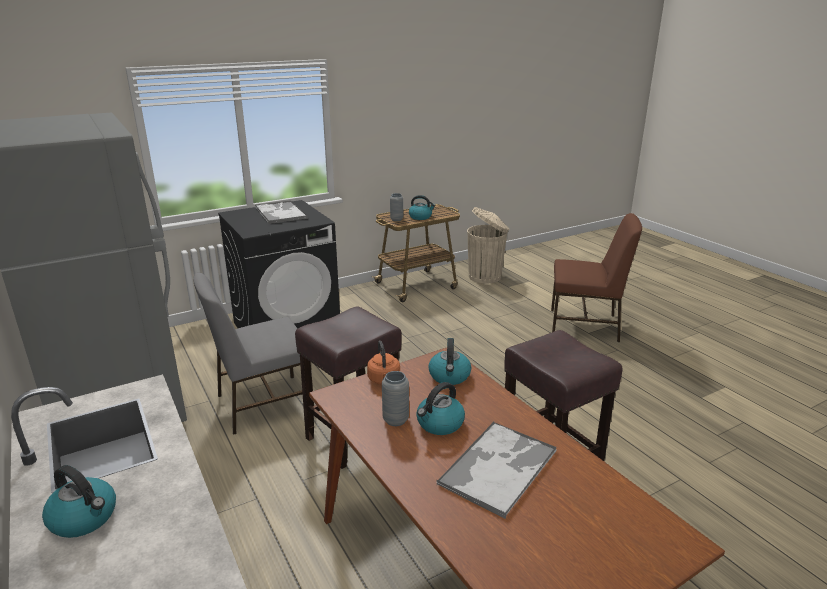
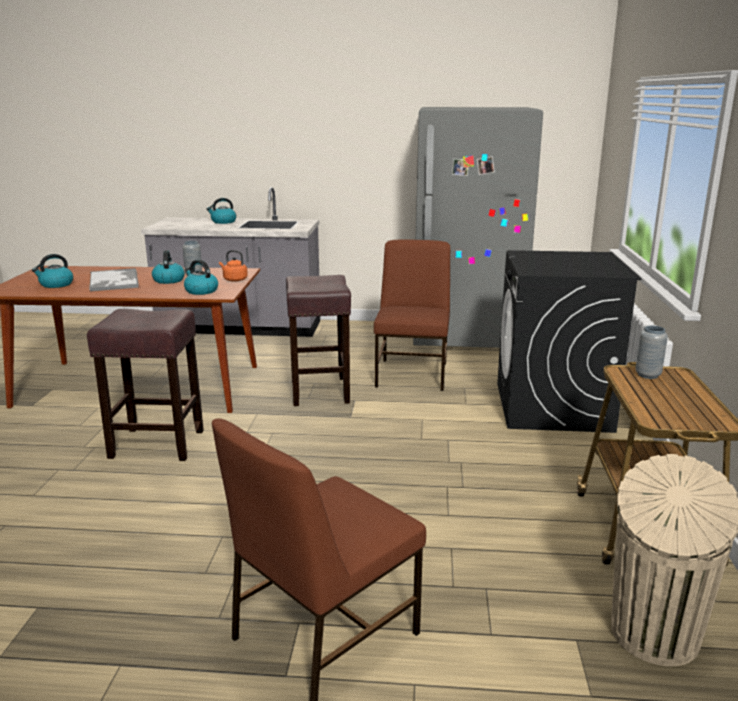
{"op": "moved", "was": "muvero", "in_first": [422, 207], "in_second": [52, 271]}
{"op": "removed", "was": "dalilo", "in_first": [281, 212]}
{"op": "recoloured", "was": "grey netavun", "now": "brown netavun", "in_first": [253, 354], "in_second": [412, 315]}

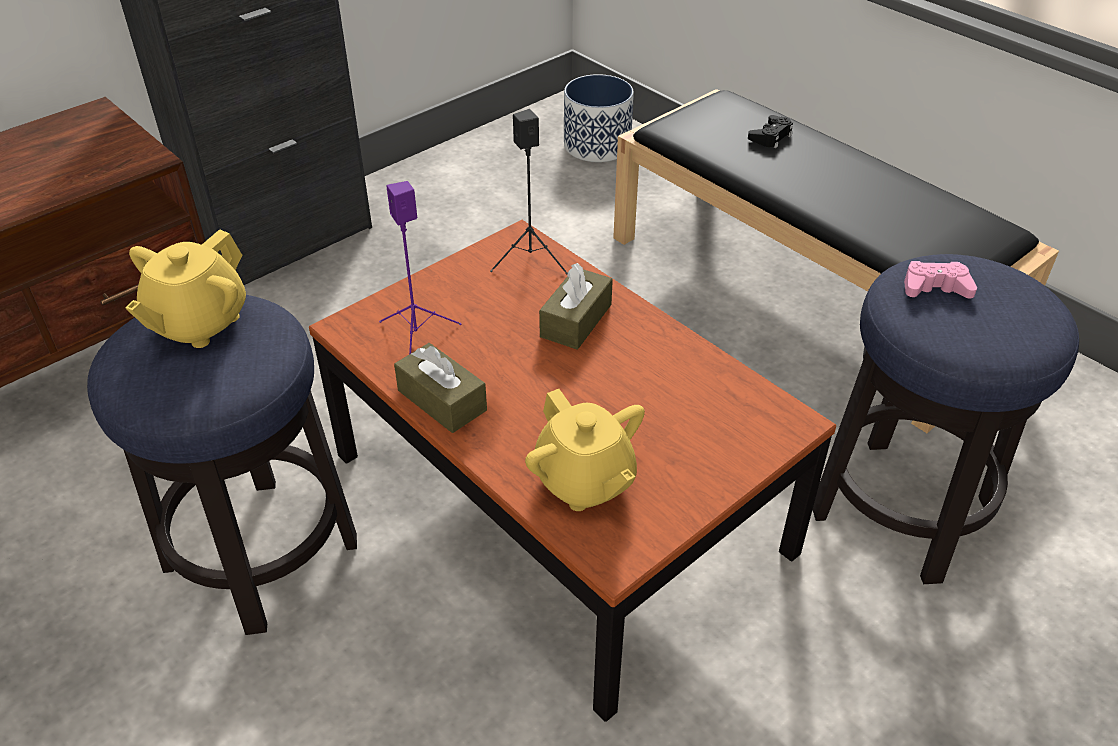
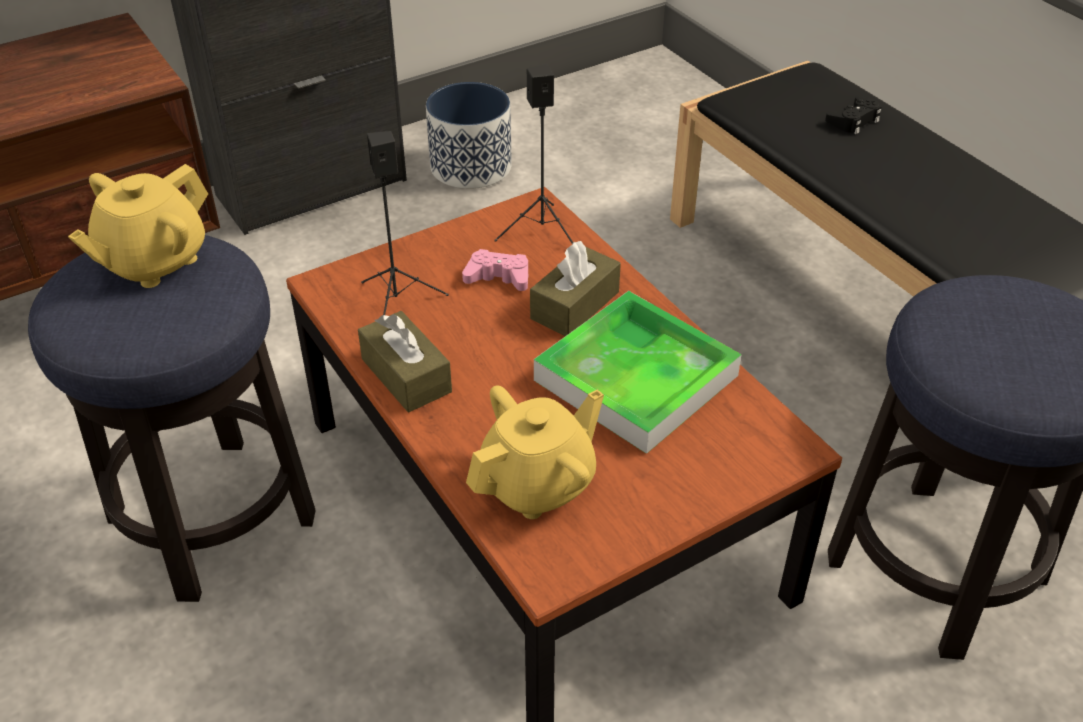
{"op": "moved", "was": "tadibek", "in_first": [599, 118], "in_second": [468, 135]}
{"op": "recoloured", "was": "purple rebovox", "now": "black rebovox", "in_first": [420, 267], "in_second": [405, 223]}
{"op": "moved", "was": "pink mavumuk", "in_first": [940, 279], "in_second": [495, 270]}
{"op": "turned", "was": "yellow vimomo", "in_first": [585, 450], "in_second": [535, 452], "clockwise": -105}
{"op": "added", "now": "dalilo", "in_second": [638, 372]}

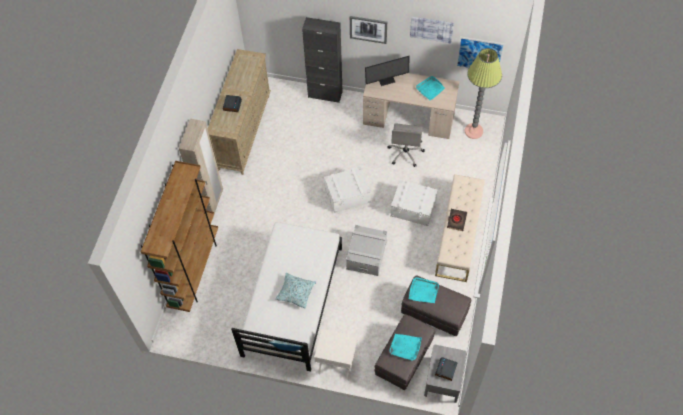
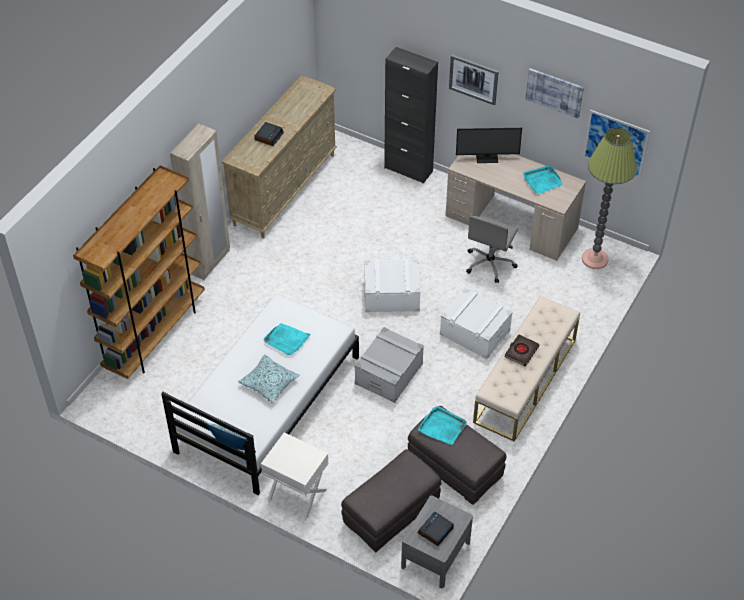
{"op": "moved", "was": "turquoise dalilo", "in_first": [405, 347], "in_second": [287, 339]}

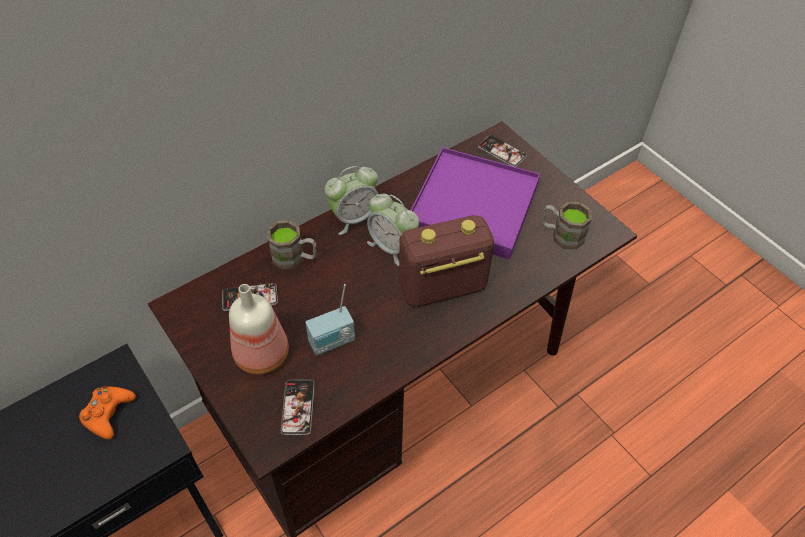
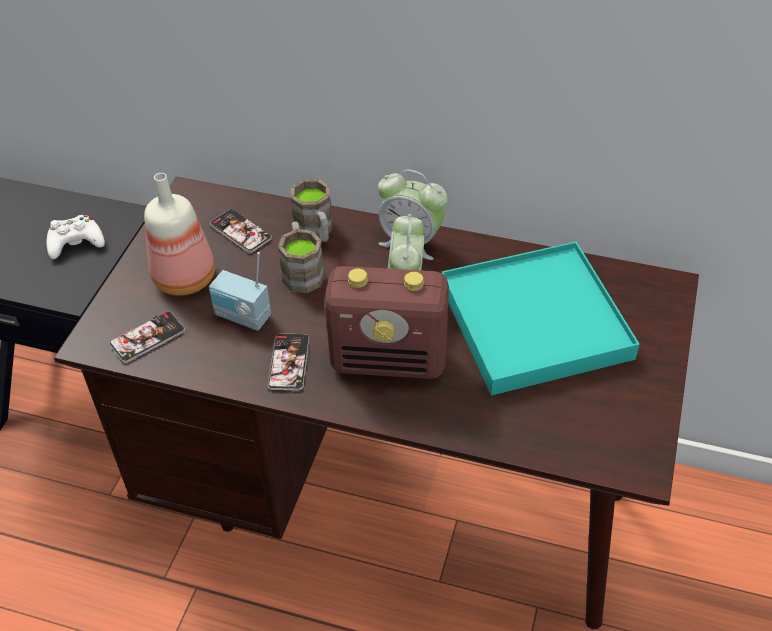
{"op": "moved", "was": "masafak", "in_first": [502, 151], "in_second": [288, 362]}
{"op": "recoloured", "was": "purple dalilo", "now": "turquoise dalilo", "in_first": [475, 203], "in_second": [540, 318]}
{"op": "moved", "was": "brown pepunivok", "in_first": [567, 225], "in_second": [301, 258]}
{"op": "turned", "was": "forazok", "in_first": [446, 261], "in_second": [386, 322], "clockwise": 150}
{"op": "recoloured", "was": "orange mavumuk", "now": "white mavumuk", "in_first": [107, 413], "in_second": [75, 237]}

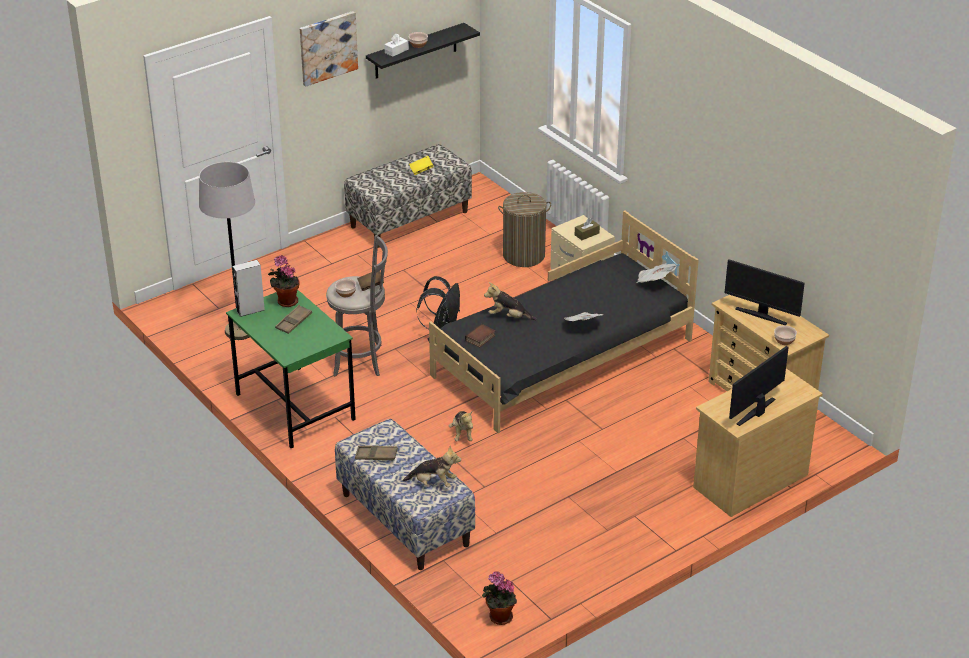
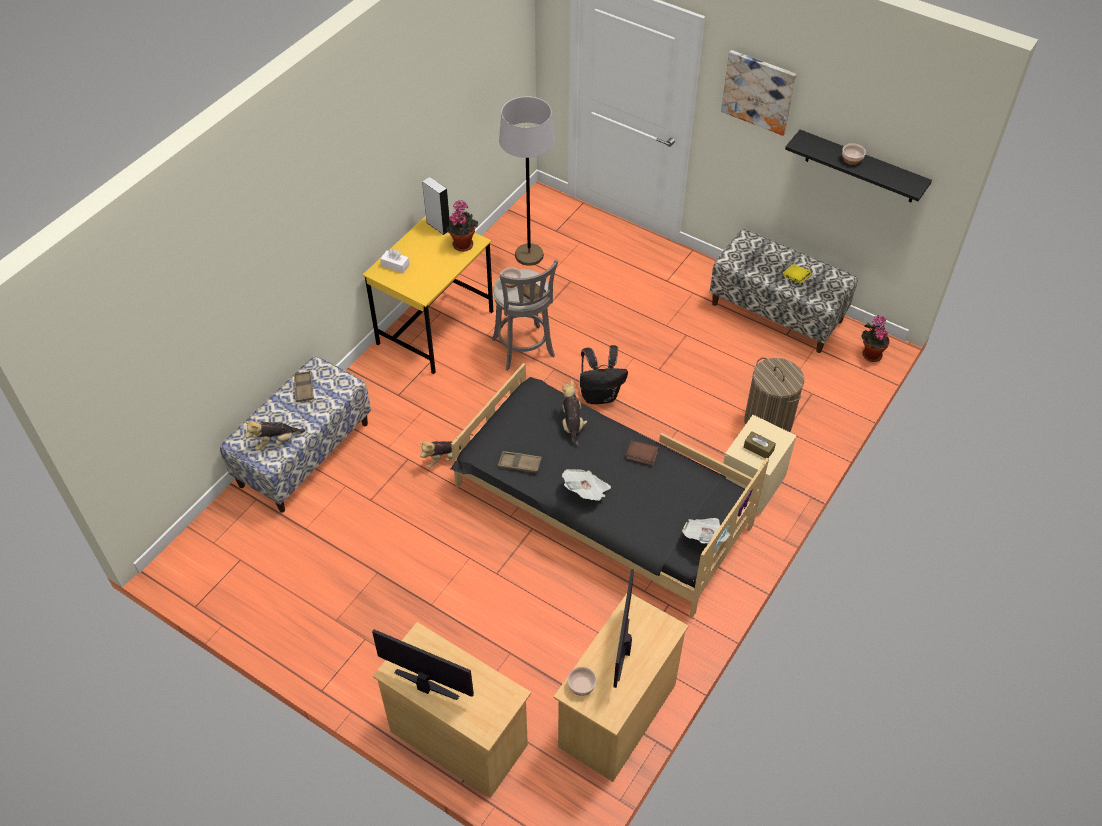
{"op": "moved", "was": "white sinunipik", "in_first": [396, 45], "in_second": [394, 261]}
{"op": "recoloured", "was": "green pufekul", "now": "yellow pufekul", "in_first": [291, 369], "in_second": [428, 295]}
{"op": "moved", "was": "brown dalilo", "in_first": [293, 319], "in_second": [520, 462]}
{"op": "moved", "was": "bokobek", "in_first": [480, 335], "in_second": [642, 453]}
{"op": "turned", "was": "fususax", "in_first": [432, 466], "in_second": [274, 435], "clockwise": 75}
{"op": "moved", "was": "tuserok", "in_first": [499, 598], "in_second": [875, 338]}

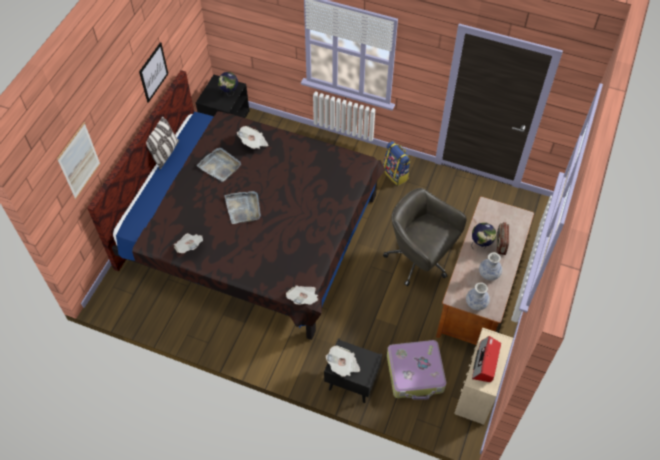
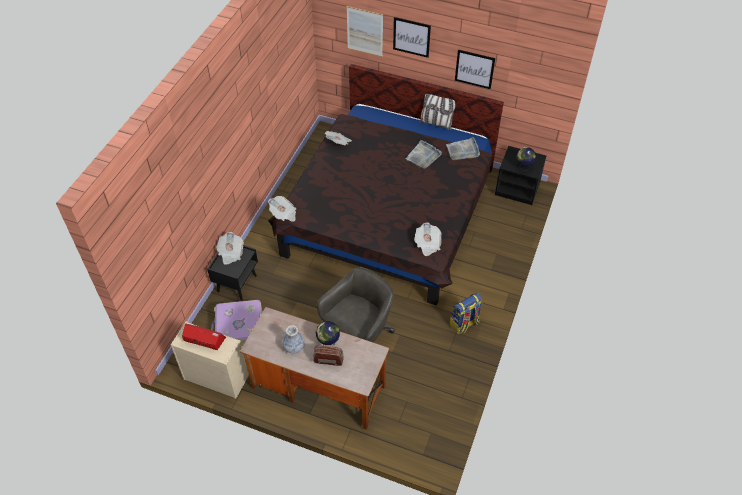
{"op": "moved", "was": "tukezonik", "in_first": [252, 137], "in_second": [427, 239]}
{"op": "moved", "was": "grey dalilo", "in_first": [242, 207], "in_second": [463, 148]}
{"op": "removed", "was": "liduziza", "in_first": [478, 296]}
{"op": "added", "now": "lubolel", "in_second": [412, 37]}

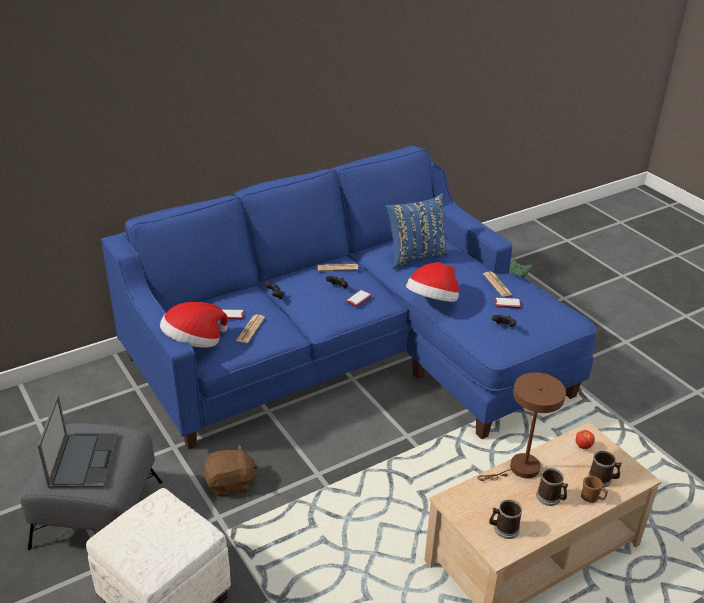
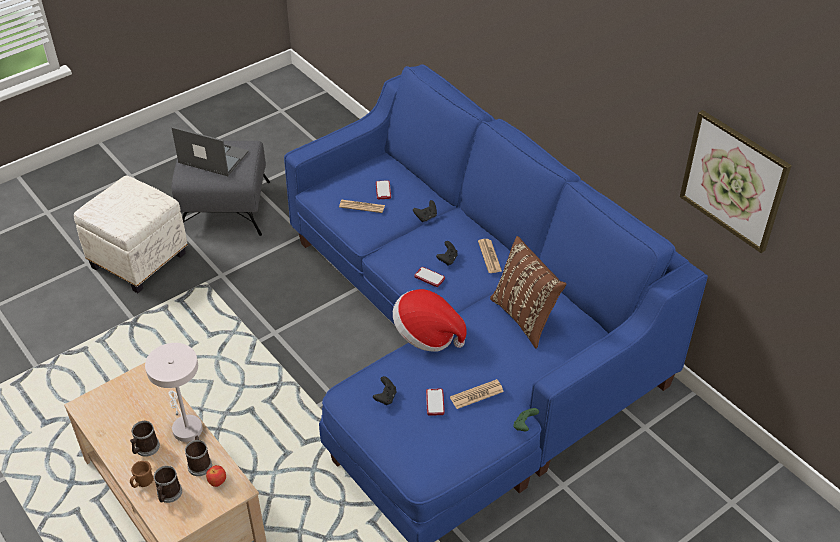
{"op": "recoloured", "was": "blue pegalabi", "now": "brown pegalabi", "in_first": [417, 231], "in_second": [528, 292]}
{"op": "removed", "was": "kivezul", "in_first": [194, 325]}
{"op": "recoloured", "was": "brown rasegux", "now": "white rasegux", "in_first": [521, 426], "in_second": [174, 392]}
{"op": "turned", "was": "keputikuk", "in_first": [78, 441], "in_second": [210, 151], "clockwise": -150}
{"op": "removed", "was": "brown fususax", "in_first": [231, 471]}
{"op": "moved", "was": "pepunivok", "in_first": [505, 519], "in_second": [198, 456]}
{"op": "added", "now": "lubolel", "in_second": [736, 181]}

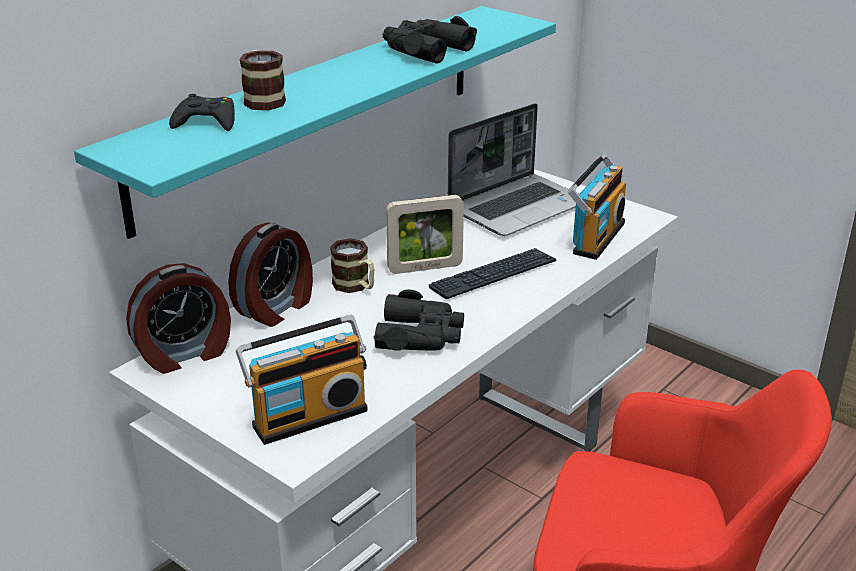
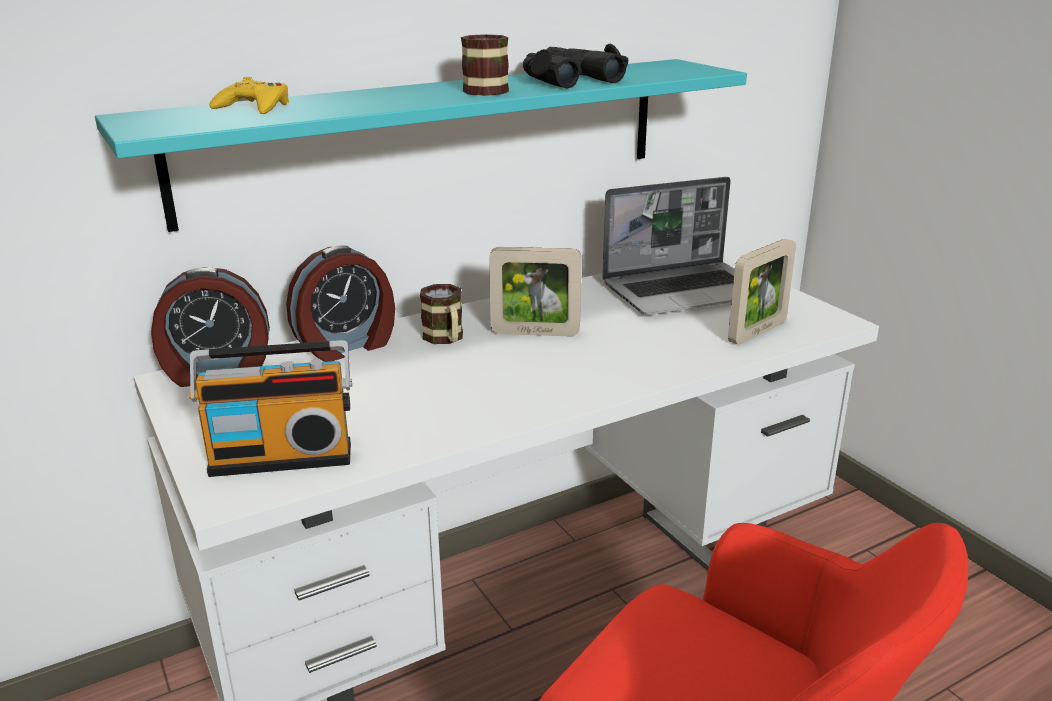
{"op": "moved", "was": "pepunivok", "in_first": [263, 80], "in_second": [485, 65]}
{"op": "recoloured", "was": "black mavumuk", "now": "yellow mavumuk", "in_first": [202, 112], "in_second": [249, 95]}
{"op": "replaced", "was": "forazok", "now": "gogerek", "in_first": [597, 206], "in_second": [762, 292]}
{"op": "removed", "was": "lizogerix", "in_first": [492, 273]}
{"op": "removed", "was": "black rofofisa", "in_first": [419, 320]}

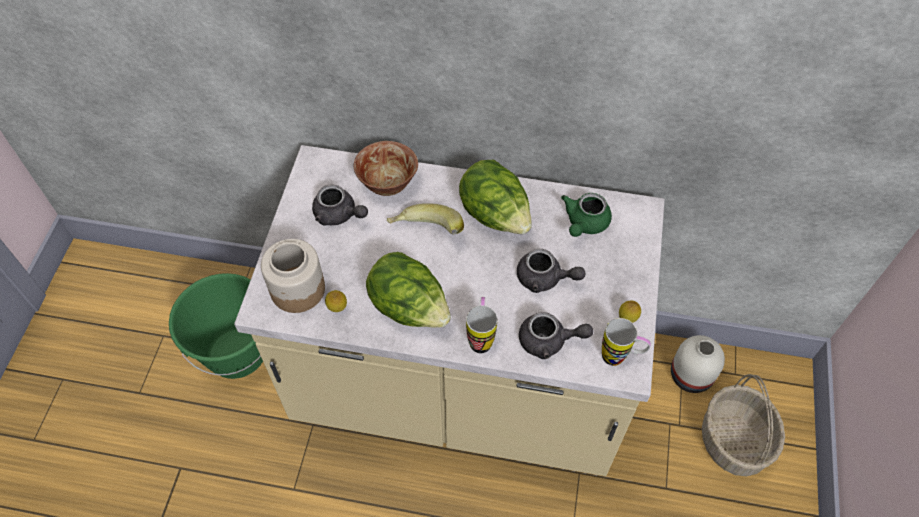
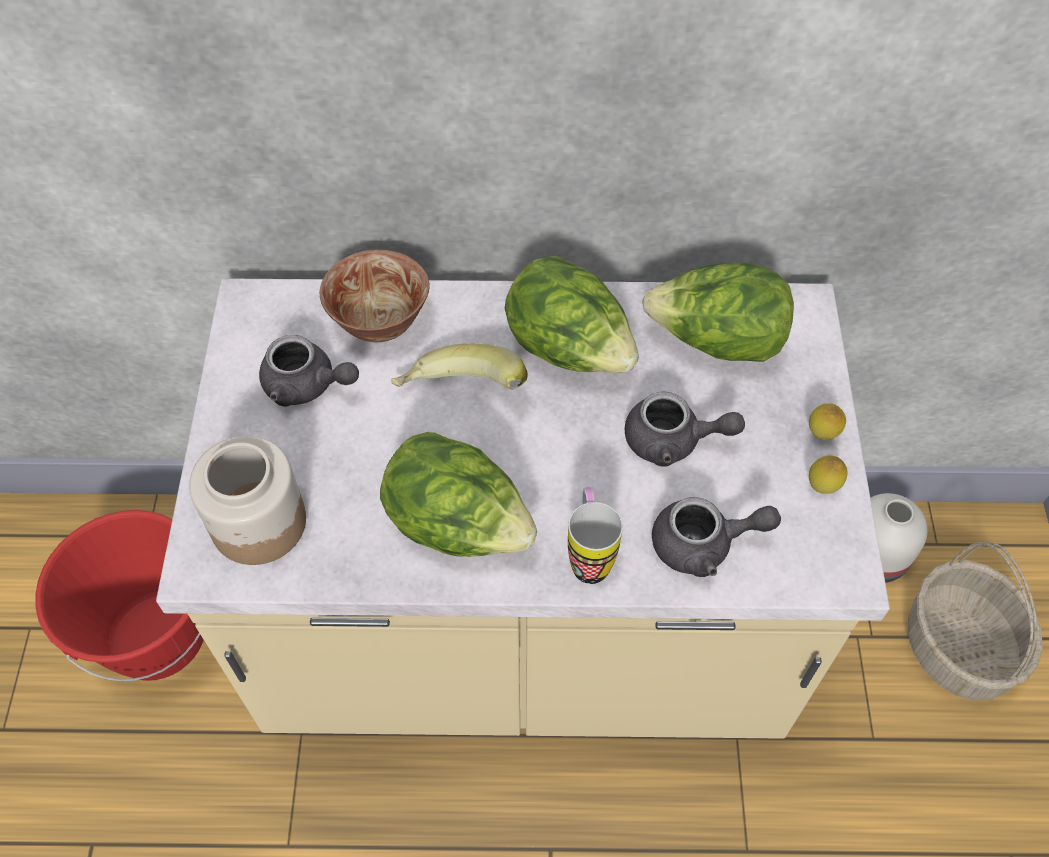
{"op": "replaced", "was": "green vimomo", "now": "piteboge", "in_first": [586, 215], "in_second": [718, 312]}
{"op": "recoloured", "was": "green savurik", "now": "red savurik", "in_first": [216, 326], "in_second": [120, 595]}
{"op": "moved", "was": "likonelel", "in_first": [336, 301], "in_second": [827, 421]}
{"op": "removed", "was": "pepunivok", "in_first": [626, 342]}

